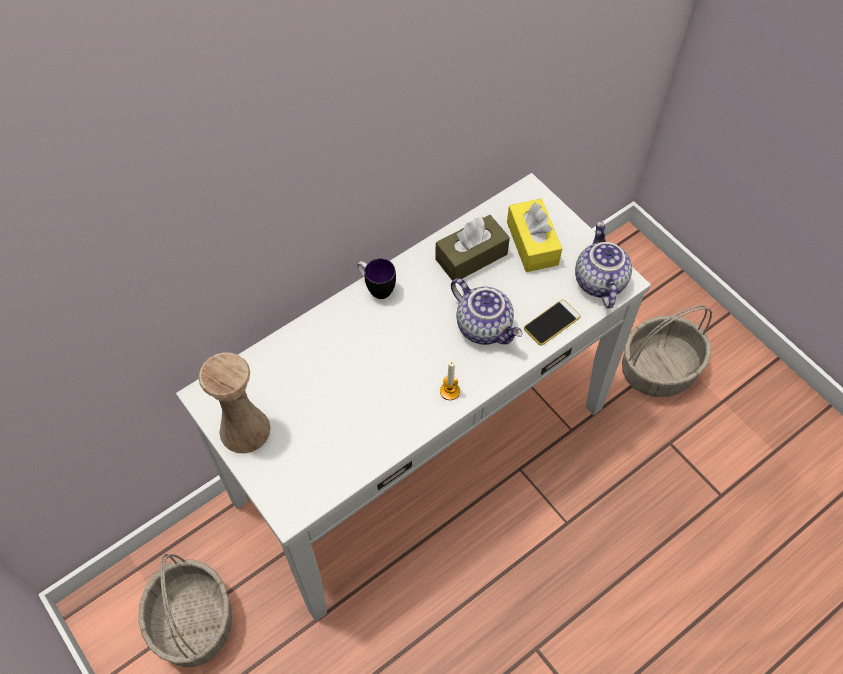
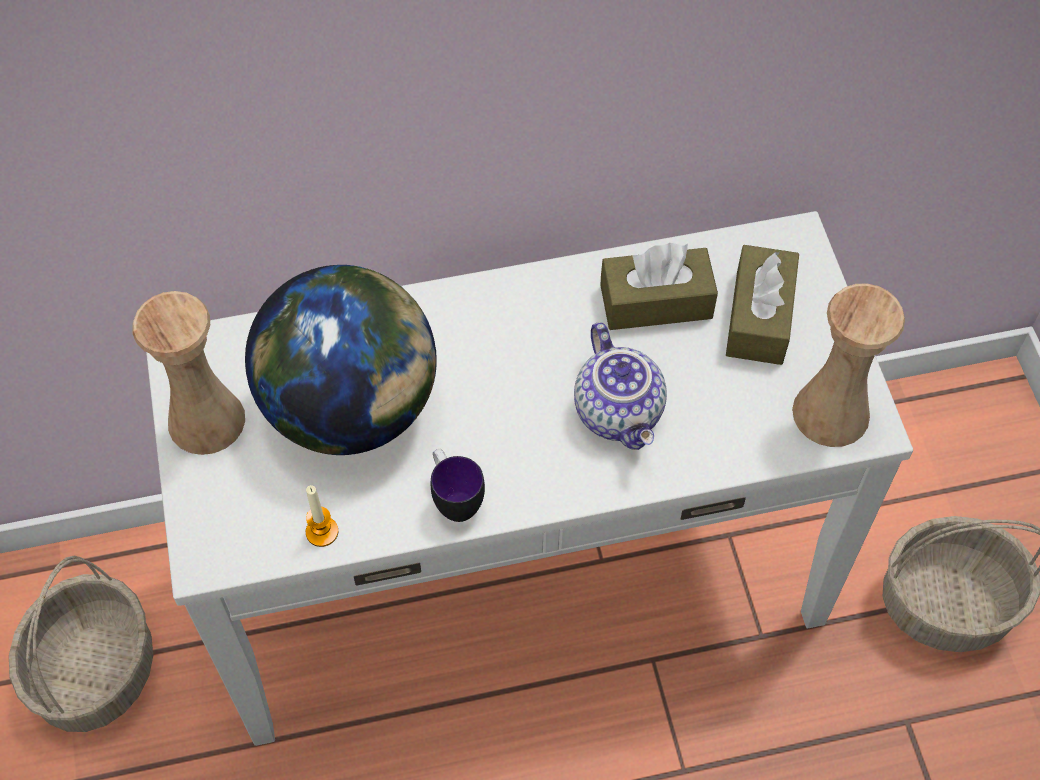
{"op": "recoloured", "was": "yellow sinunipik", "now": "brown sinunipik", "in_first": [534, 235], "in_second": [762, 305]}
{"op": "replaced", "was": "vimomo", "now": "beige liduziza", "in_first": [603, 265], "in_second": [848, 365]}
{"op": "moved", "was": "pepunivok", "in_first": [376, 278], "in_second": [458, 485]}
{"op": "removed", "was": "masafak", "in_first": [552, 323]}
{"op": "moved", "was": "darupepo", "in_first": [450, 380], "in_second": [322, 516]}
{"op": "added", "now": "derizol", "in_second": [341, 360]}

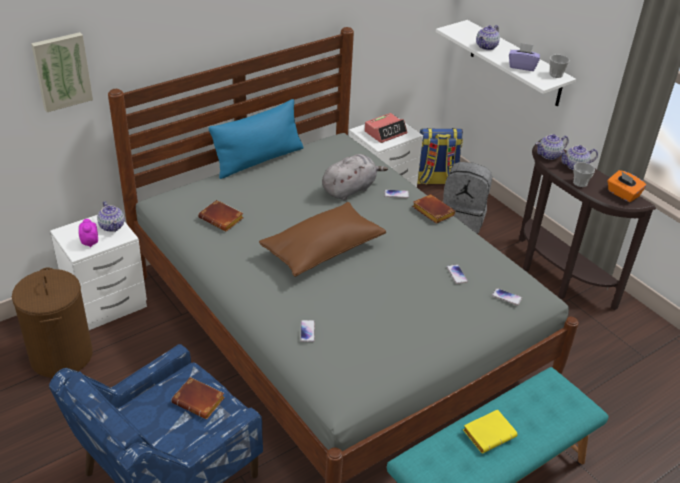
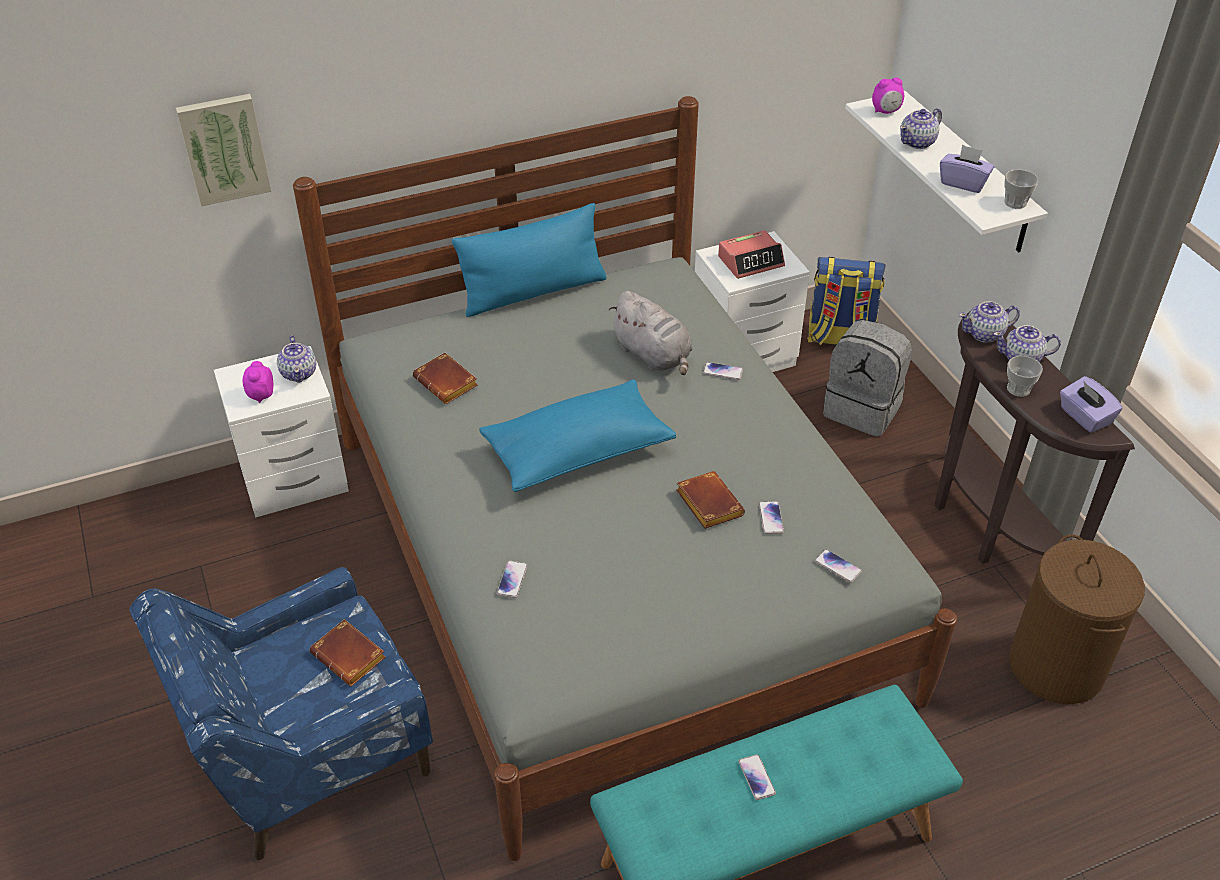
{"op": "turned", "was": "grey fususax", "in_first": [355, 177], "in_second": [651, 333], "clockwise": 75}
{"op": "recoloured", "was": "orange sinunipik", "now": "purple sinunipik", "in_first": [627, 186], "in_second": [1091, 404]}
{"op": "moved", "was": "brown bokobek", "in_first": [434, 209], "in_second": [710, 500]}
{"op": "recoloured", "was": "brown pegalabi", "now": "blue pegalabi", "in_first": [322, 239], "in_second": [577, 435]}
{"op": "moved", "was": "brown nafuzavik", "in_first": [52, 322], "in_second": [1077, 619]}
{"op": "replaced", "was": "yellow bokobek", "now": "masafak", "in_first": [490, 431], "in_second": [757, 777]}
{"op": "added", "now": "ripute", "in_second": [888, 95]}

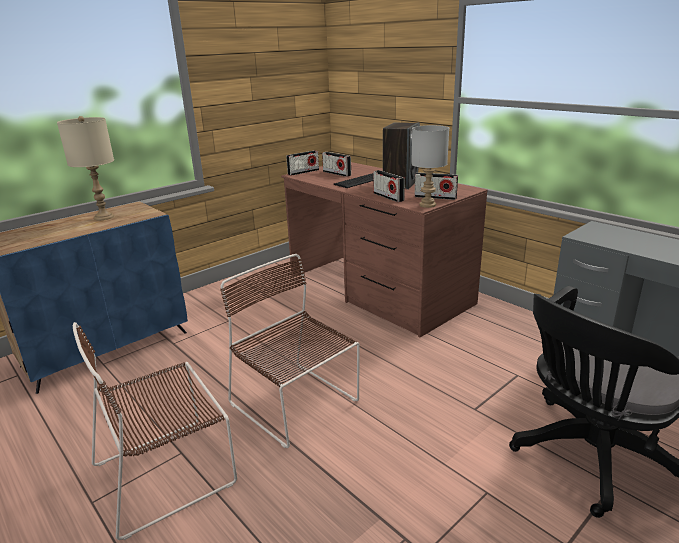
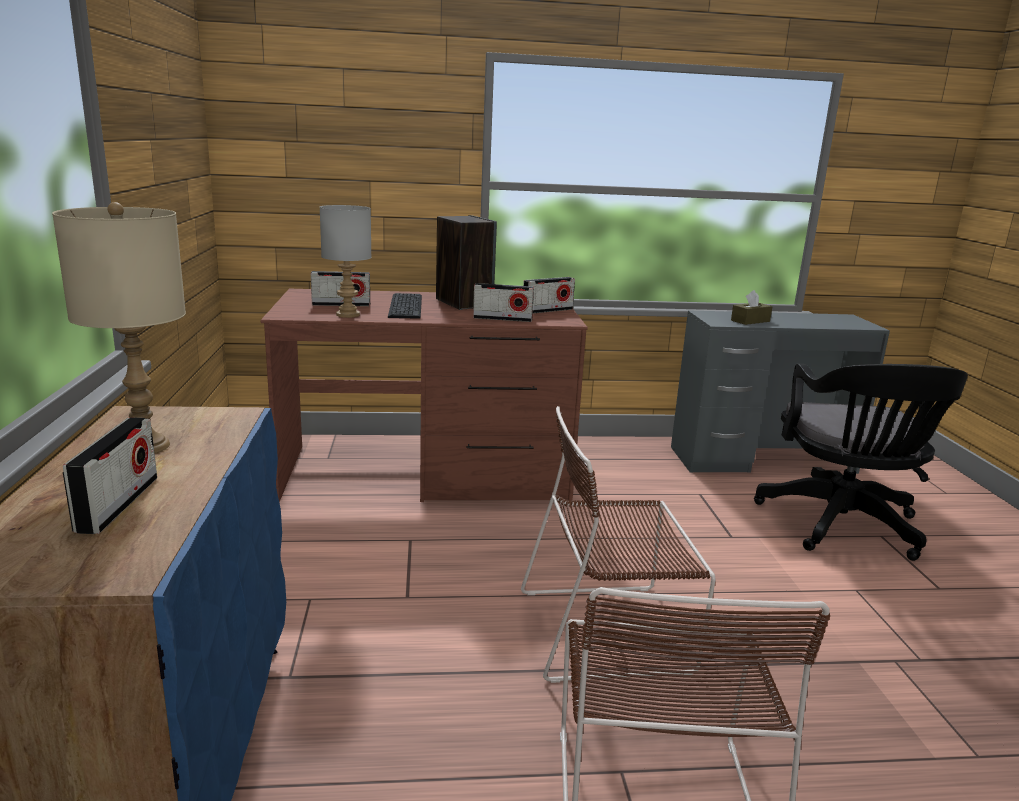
{"op": "moved", "was": "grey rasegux", "in_first": [430, 166], "in_second": [346, 261]}
{"op": "moved", "was": "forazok", "in_first": [302, 163], "in_second": [110, 475]}
{"op": "added", "now": "brown sinunipik", "in_second": [751, 307]}

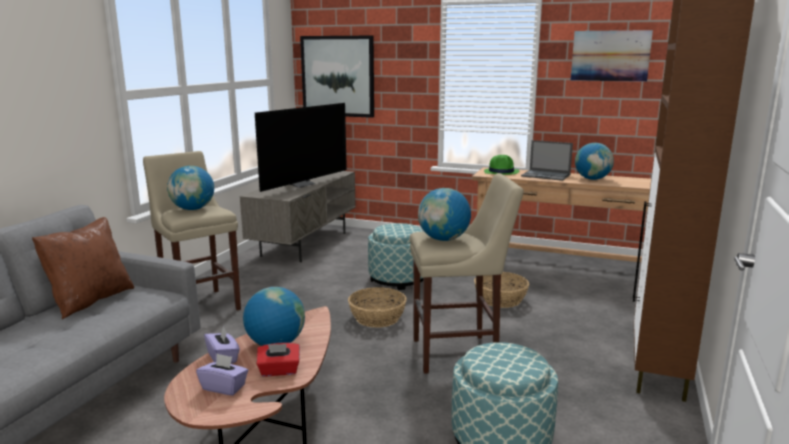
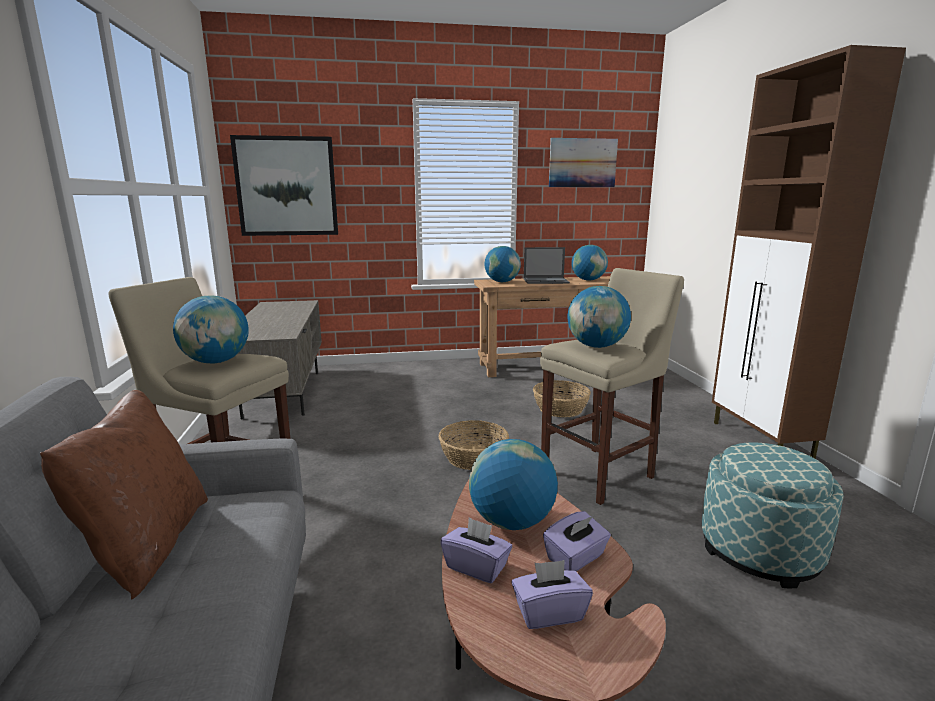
{"op": "removed", "was": "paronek", "in_first": [301, 147]}
{"op": "replaced", "was": "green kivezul", "now": "derizol", "in_first": [501, 165], "in_second": [503, 264]}
{"op": "removed", "was": "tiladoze", "in_first": [395, 256]}
{"op": "recoloured", "was": "red sinunipik", "now": "purple sinunipik", "in_first": [278, 359], "in_second": [577, 541]}

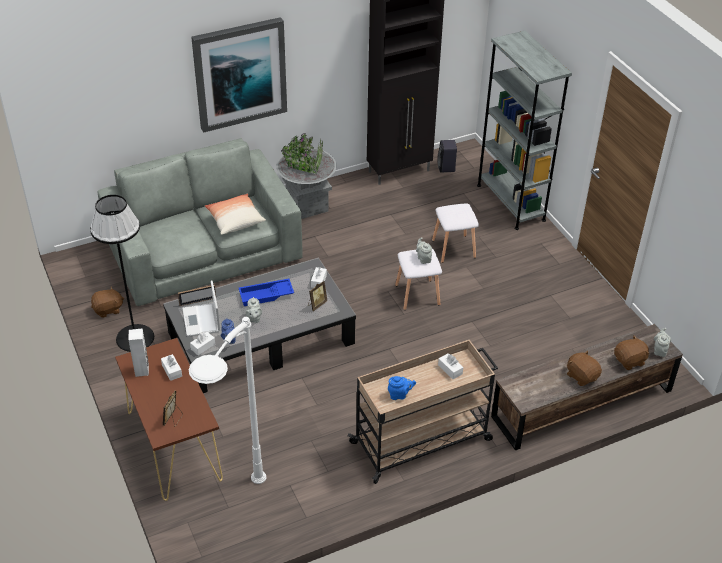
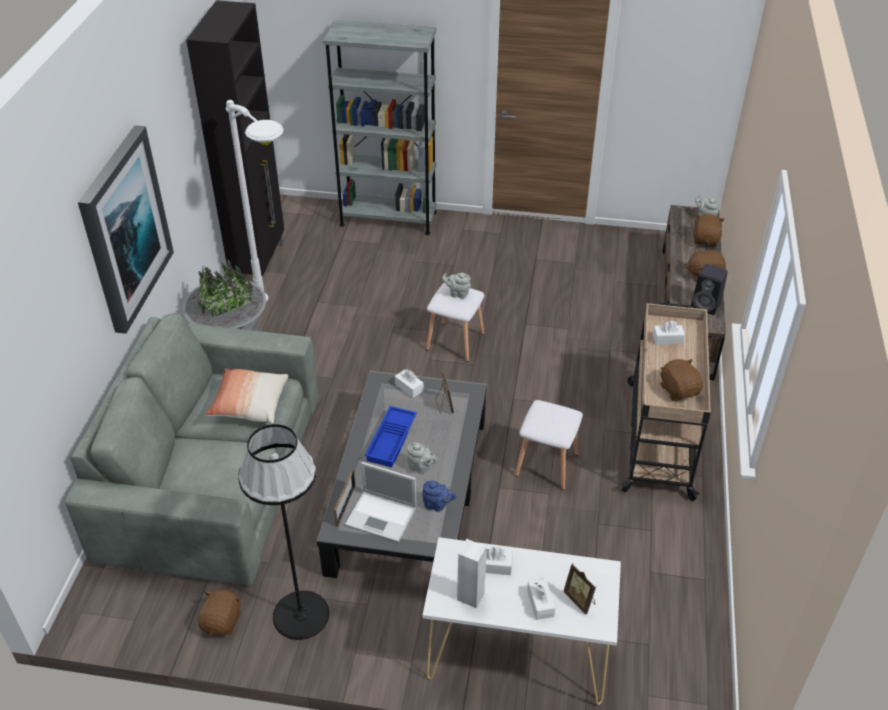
{"op": "moved", "was": "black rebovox", "in_first": [447, 156], "in_second": [709, 289]}
{"op": "moved", "was": "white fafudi", "in_first": [455, 233], "in_second": [549, 445]}
{"op": "moved", "was": "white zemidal", "in_first": [227, 400], "in_second": [255, 201]}
{"op": "moved", "was": "white sinunipik", "in_first": [202, 343], "in_second": [541, 599]}
{"op": "recoloured", "was": "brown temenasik", "now": "white temenasik", "in_first": [169, 419], "in_second": [521, 621]}
{"op": "replaced", "was": "blue vimomo", "now": "brown fususax", "in_first": [402, 388], "in_second": [681, 380]}

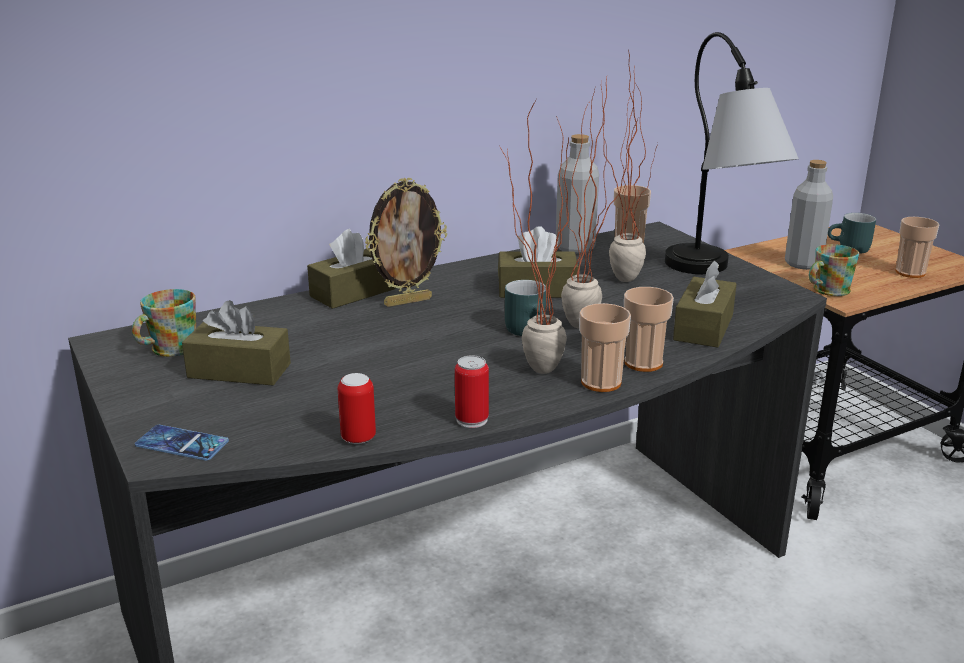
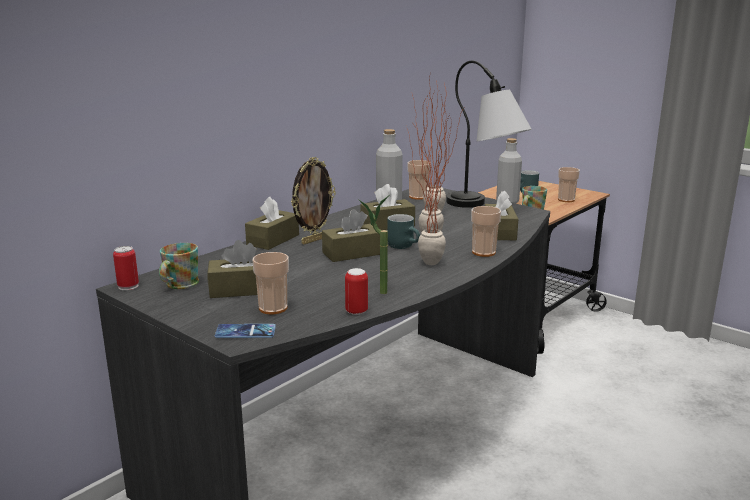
{"op": "moved", "was": "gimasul", "in_first": [605, 347], "in_second": [270, 283]}
{"op": "moved", "was": "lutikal", "in_first": [472, 391], "in_second": [126, 268]}
{"op": "added", "now": "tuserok", "in_second": [373, 245]}
{"op": "added", "now": "brown sinunipik", "in_second": [351, 235]}

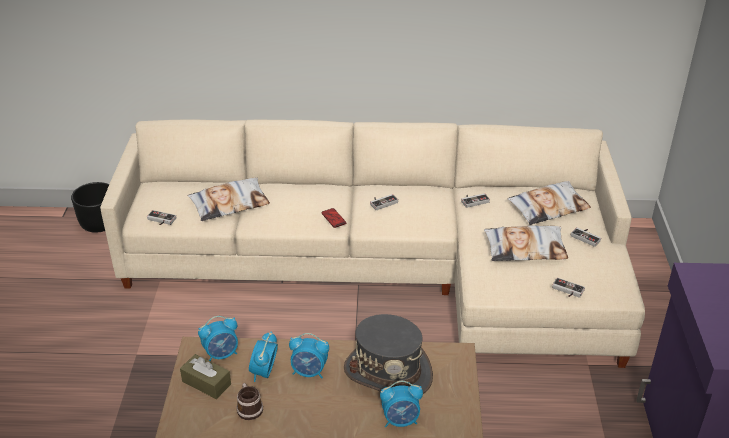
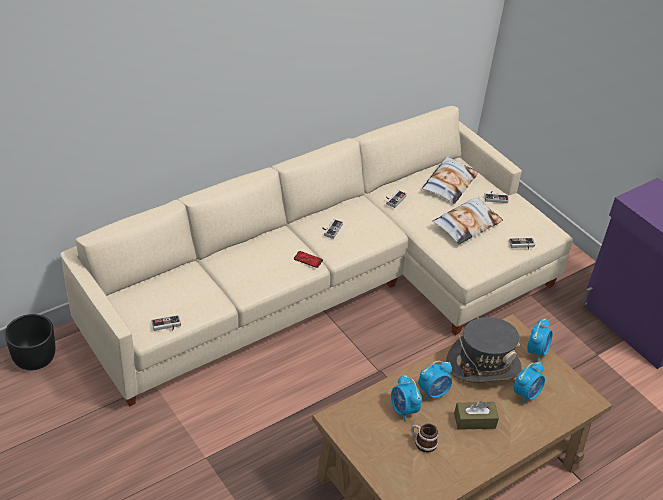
{"op": "removed", "was": "pegalabi", "in_first": [229, 199]}
{"op": "moved", "was": "ripute", "in_first": [218, 338], "in_second": [539, 340]}
{"op": "moved", "was": "brown sinunipik", "in_first": [205, 376], "in_second": [476, 415]}

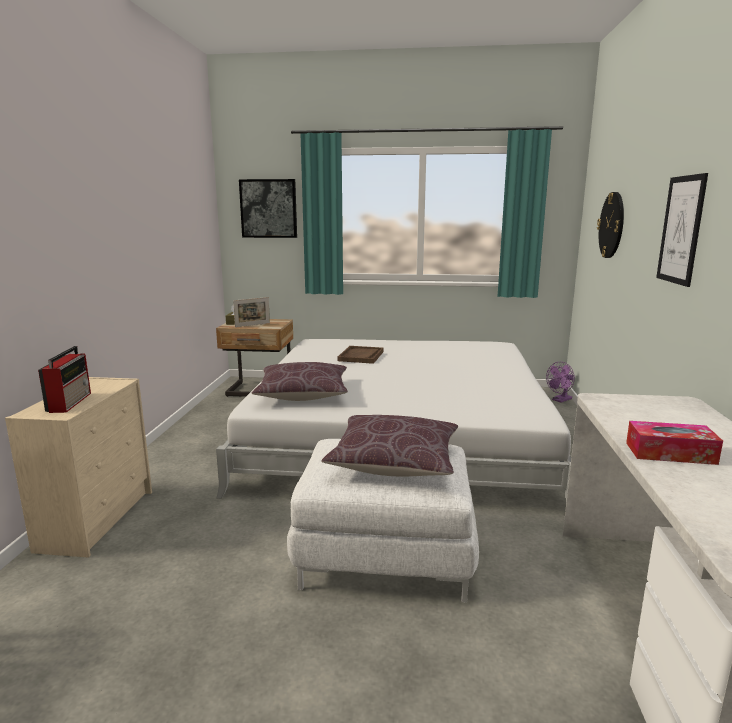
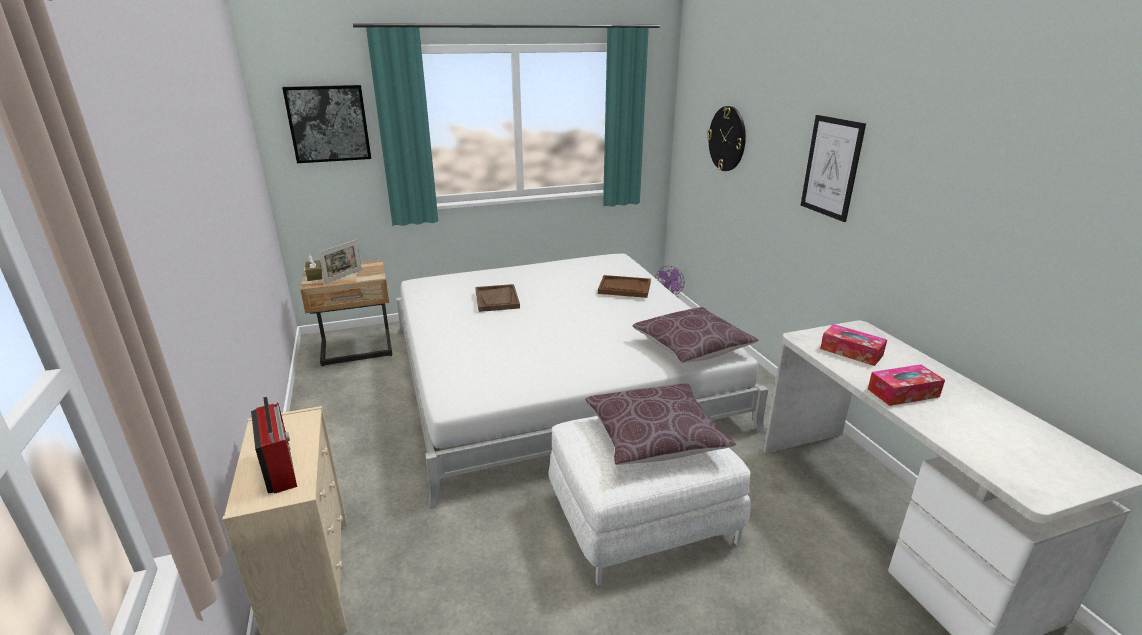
{"op": "moved", "was": "brown pegalabi", "in_first": [300, 381], "in_second": [695, 335]}
{"op": "added", "now": "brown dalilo", "in_second": [624, 286]}
{"op": "added", "now": "sinunipik", "in_second": [853, 345]}

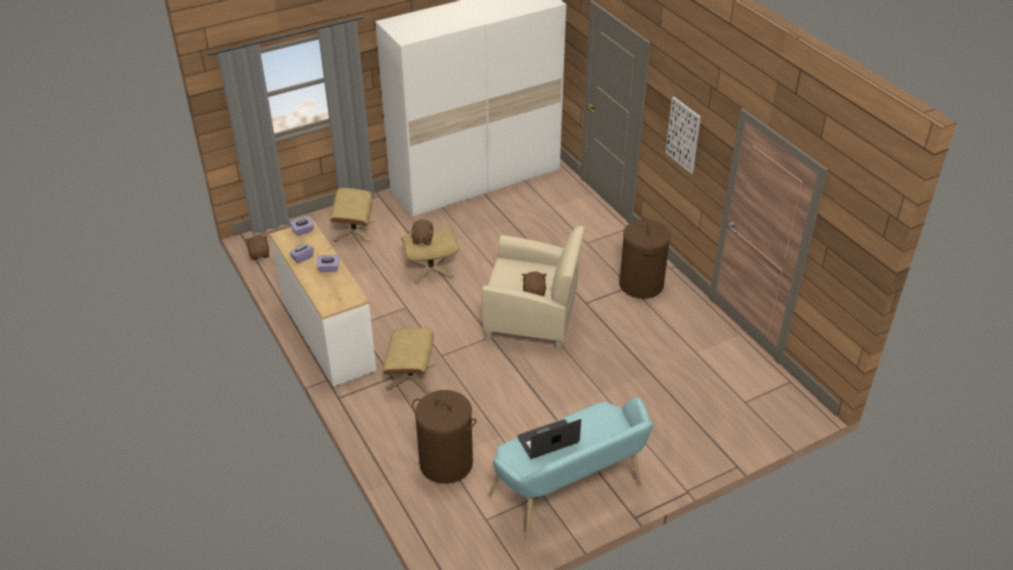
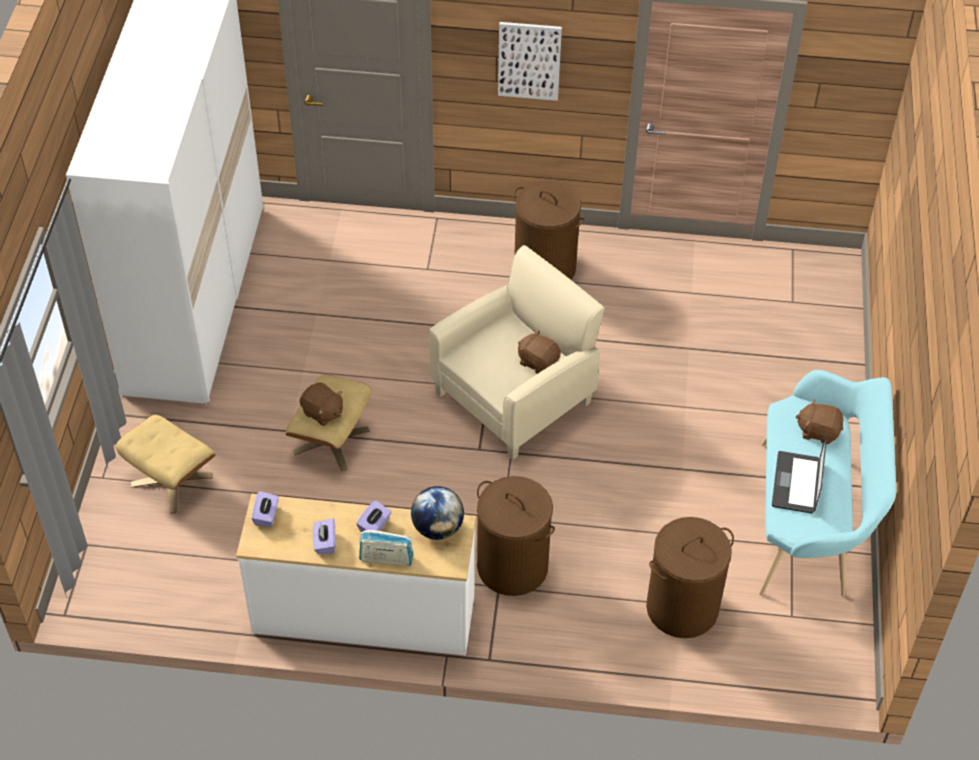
{"op": "moved", "was": "brown fususax", "in_first": [257, 247], "in_second": [819, 421]}
{"op": "replaced", "was": "beige tiladoze", "now": "brown nafuzavik", "in_first": [408, 360], "in_second": [516, 536]}
{"op": "added", "now": "derizol", "in_second": [437, 513]}
{"op": "added", "now": "forazok", "in_second": [386, 548]}

